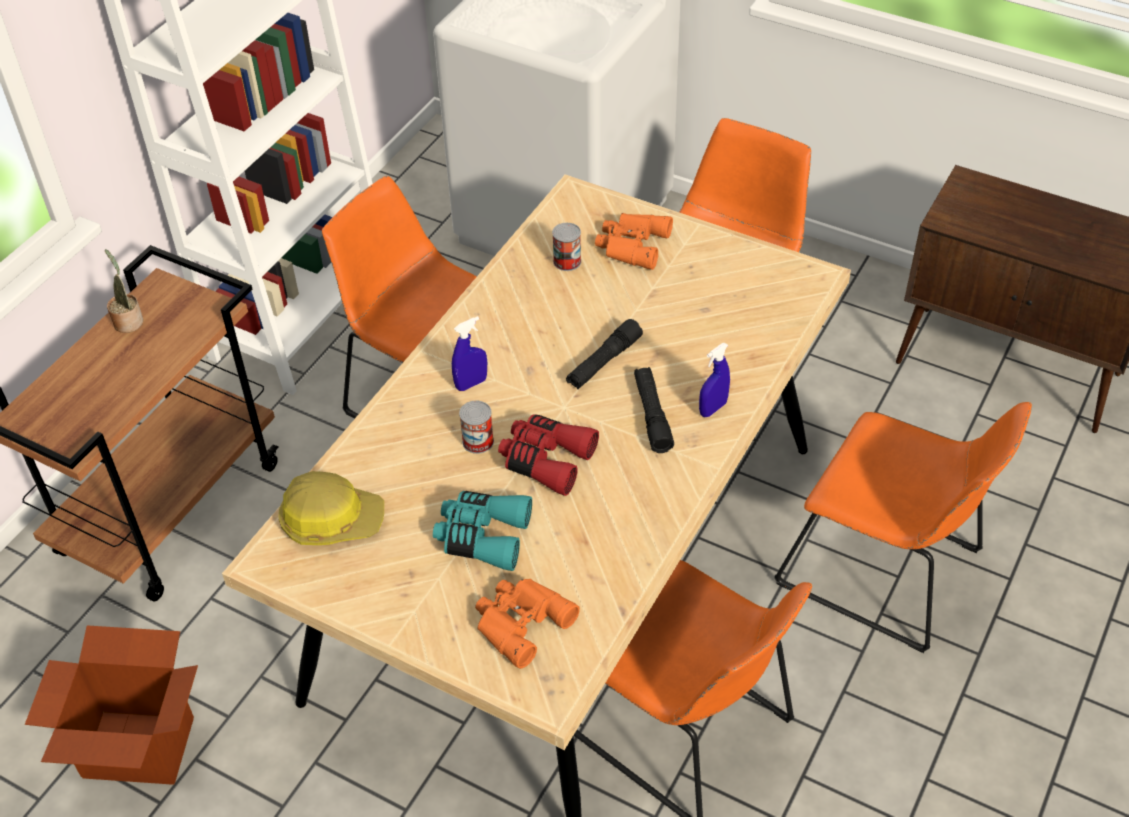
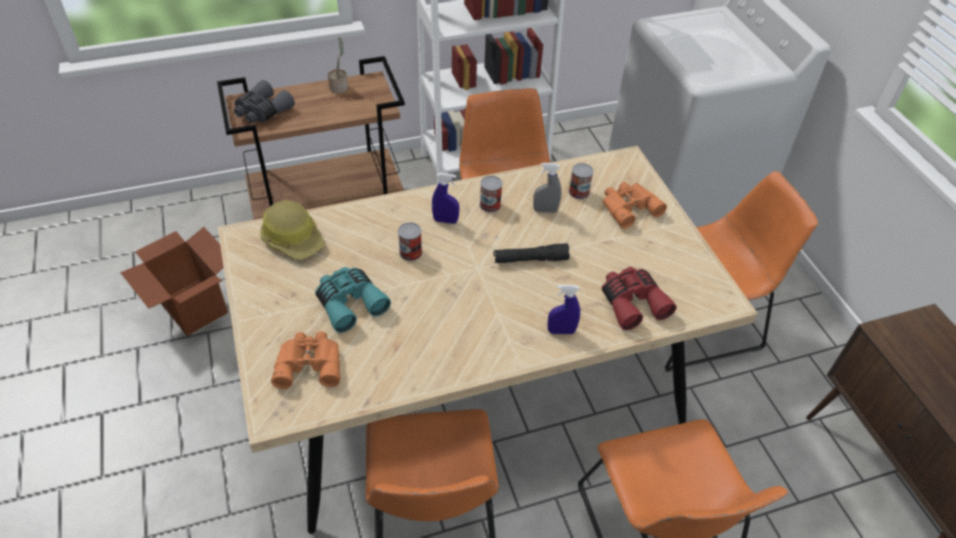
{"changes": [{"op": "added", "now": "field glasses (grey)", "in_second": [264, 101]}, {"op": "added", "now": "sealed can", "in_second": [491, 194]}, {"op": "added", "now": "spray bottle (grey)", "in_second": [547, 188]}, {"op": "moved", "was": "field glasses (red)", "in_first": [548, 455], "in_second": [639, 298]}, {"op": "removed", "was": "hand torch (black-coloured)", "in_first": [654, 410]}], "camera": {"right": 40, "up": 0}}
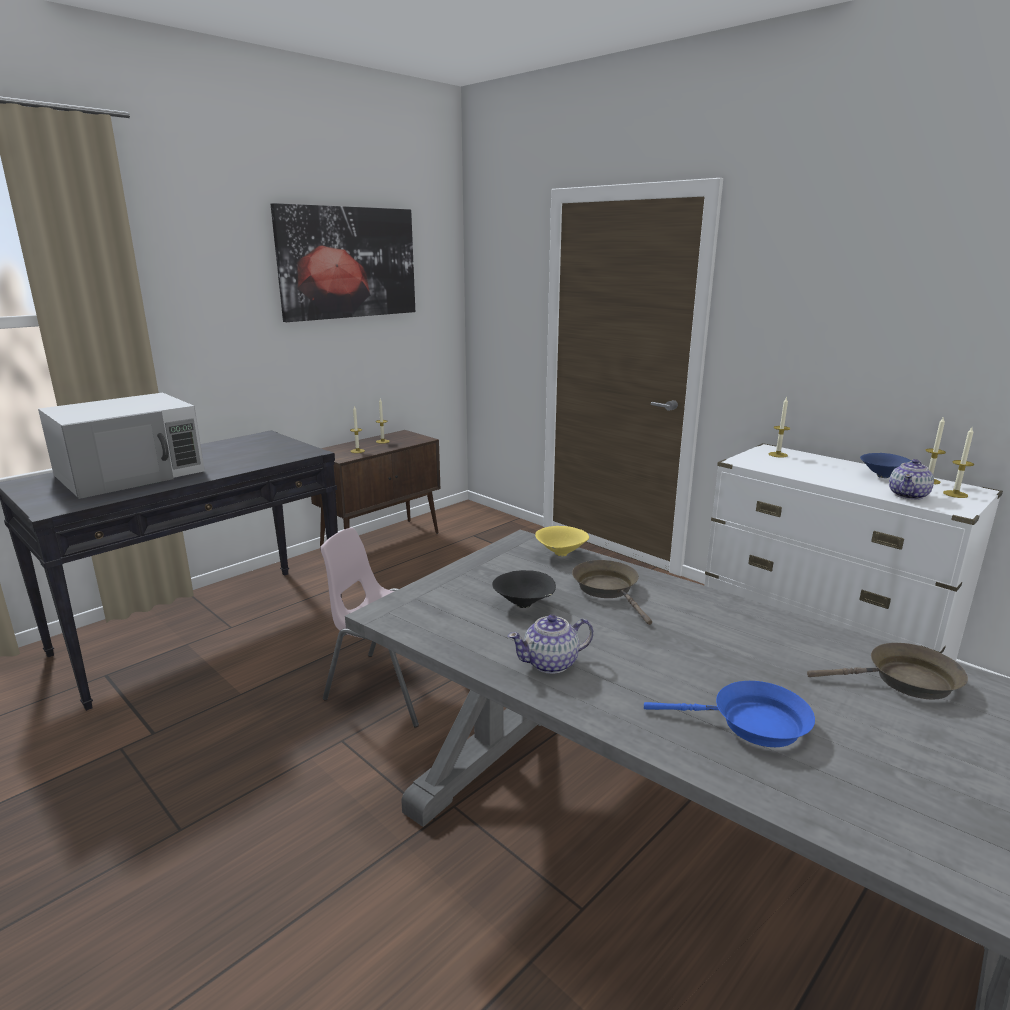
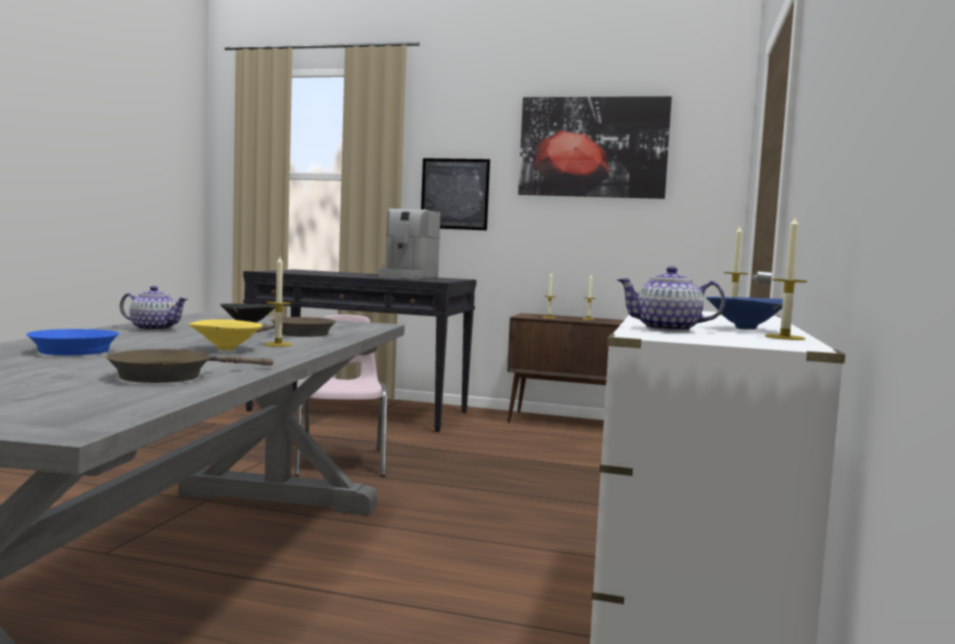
{"changes": [{"op": "turned", "was": "skillet (brown)", "in_first": [887, 671], "in_second": [189, 366], "clockwise": 75}, {"op": "turned", "was": "teapot", "in_first": [550, 644], "in_second": [154, 308], "clockwise": 150}, {"op": "moved", "was": "deep dish (yellow)", "in_first": [562, 541], "in_second": [225, 334]}, {"op": "moved", "was": "candle", "in_first": [958, 462], "in_second": [278, 301]}, {"op": "added", "now": "coffee brewer", "in_second": [408, 244]}, {"op": "added", "now": "wall picture", "in_second": [455, 194]}, {"op": "removed", "was": "kitchen microwave (whitish)", "in_first": [121, 446]}], "camera": {"right": 60, "up": -15}}
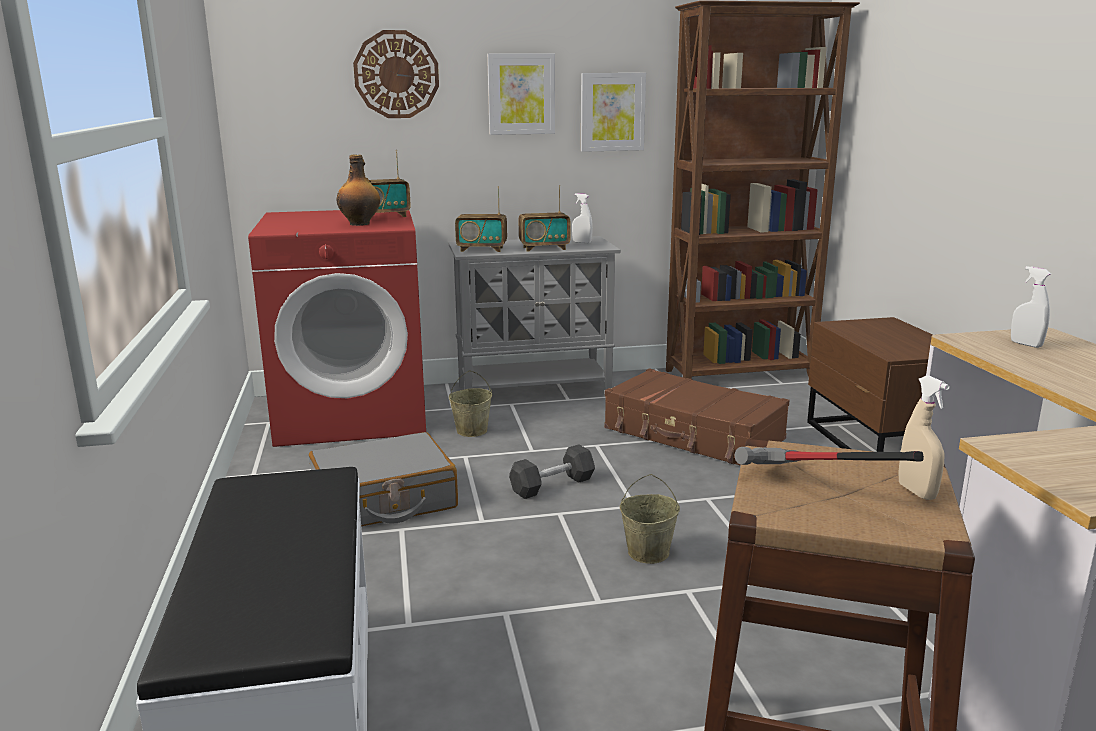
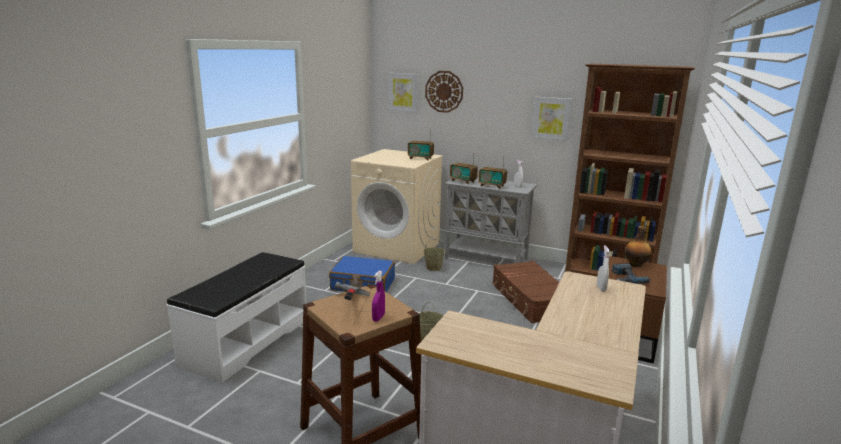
{"changes": [{"op": "recoloured", "was": "suitcase (grey)", "now": "suitcase (blue)", "in_first": [383, 479], "in_second": [362, 274]}, {"op": "recoloured", "was": "laundry machine (red)", "now": "laundry machine (sand-coloured)", "in_first": [337, 328], "in_second": [397, 206]}, {"op": "recoloured", "was": "spray bottle (sand-coloured)", "now": "spray bottle (purplish)", "in_first": [924, 437], "in_second": [378, 296]}, {"op": "moved", "was": "wall picture", "in_first": [521, 94], "in_second": [403, 93]}, {"op": "added", "now": "electric drill", "in_second": [631, 273]}, {"op": "moved", "was": "beverage bottle", "in_first": [358, 190], "in_second": [638, 246]}, {"op": "removed", "was": "free weight (black-coloured)", "in_first": [552, 471]}], "camera": {"right": 35, "up": 0}}
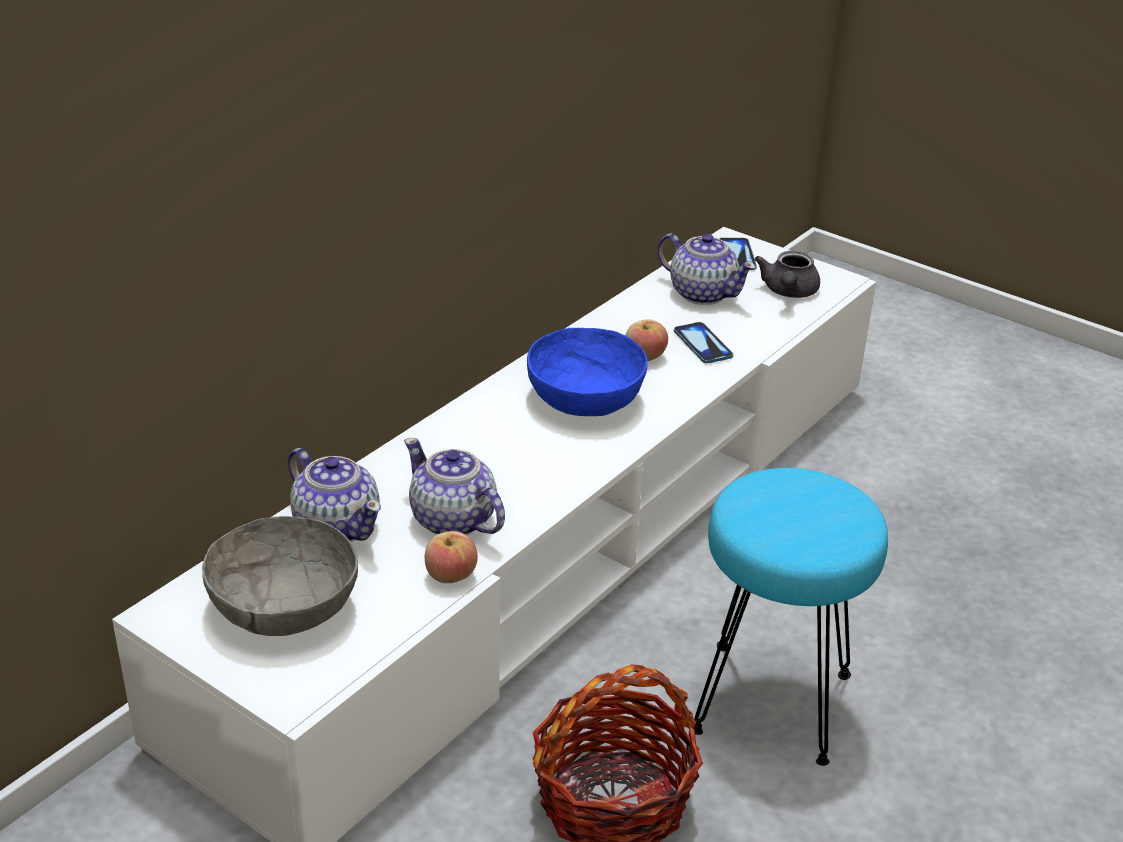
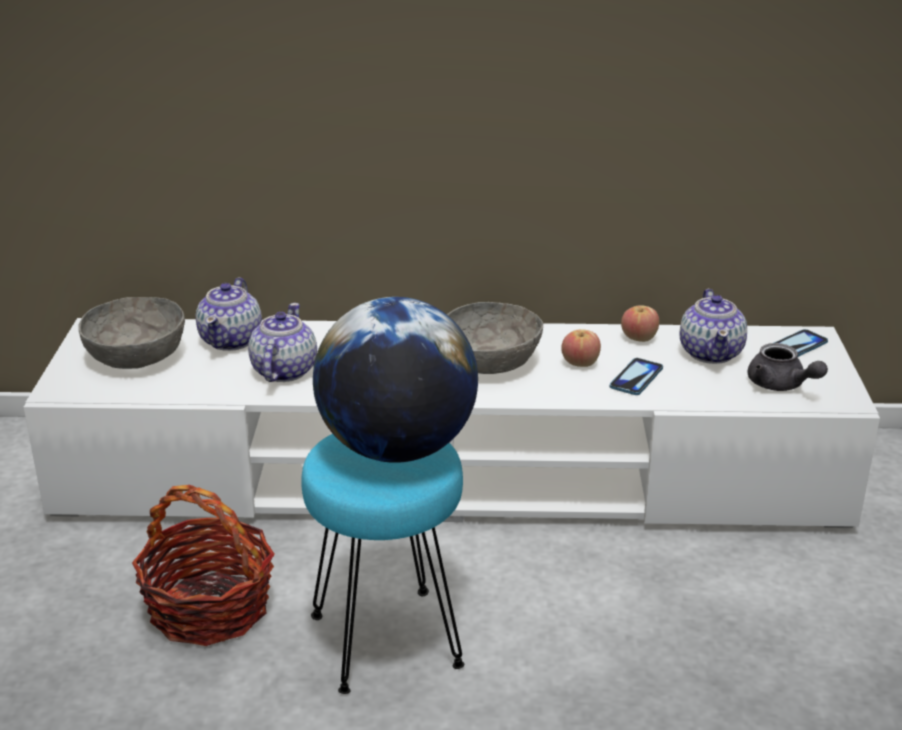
{"changes": [{"op": "added", "now": "globe", "in_second": [395, 380]}, {"op": "recoloured", "was": "deep dish (blue)", "now": "deep dish (grey)", "in_first": [587, 372], "in_second": [495, 338]}, {"op": "moved", "was": "apple fruit", "in_first": [451, 557], "in_second": [640, 323]}, {"op": "turned", "was": "teapot (grey)", "in_first": [787, 274], "in_second": [788, 367], "clockwise": -105}], "camera": {"right": 55, "up": -5}}
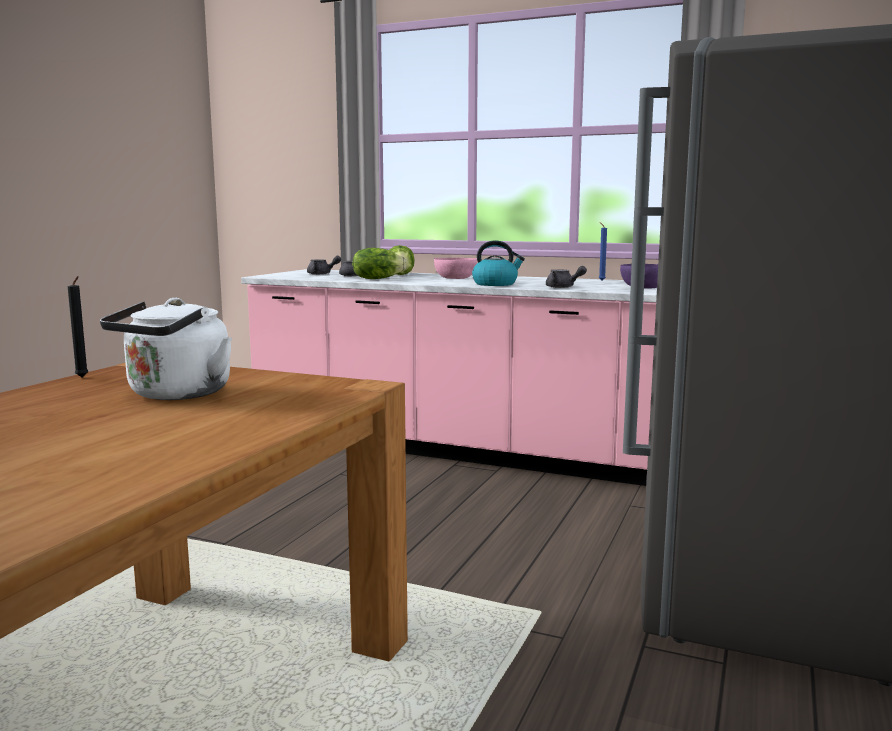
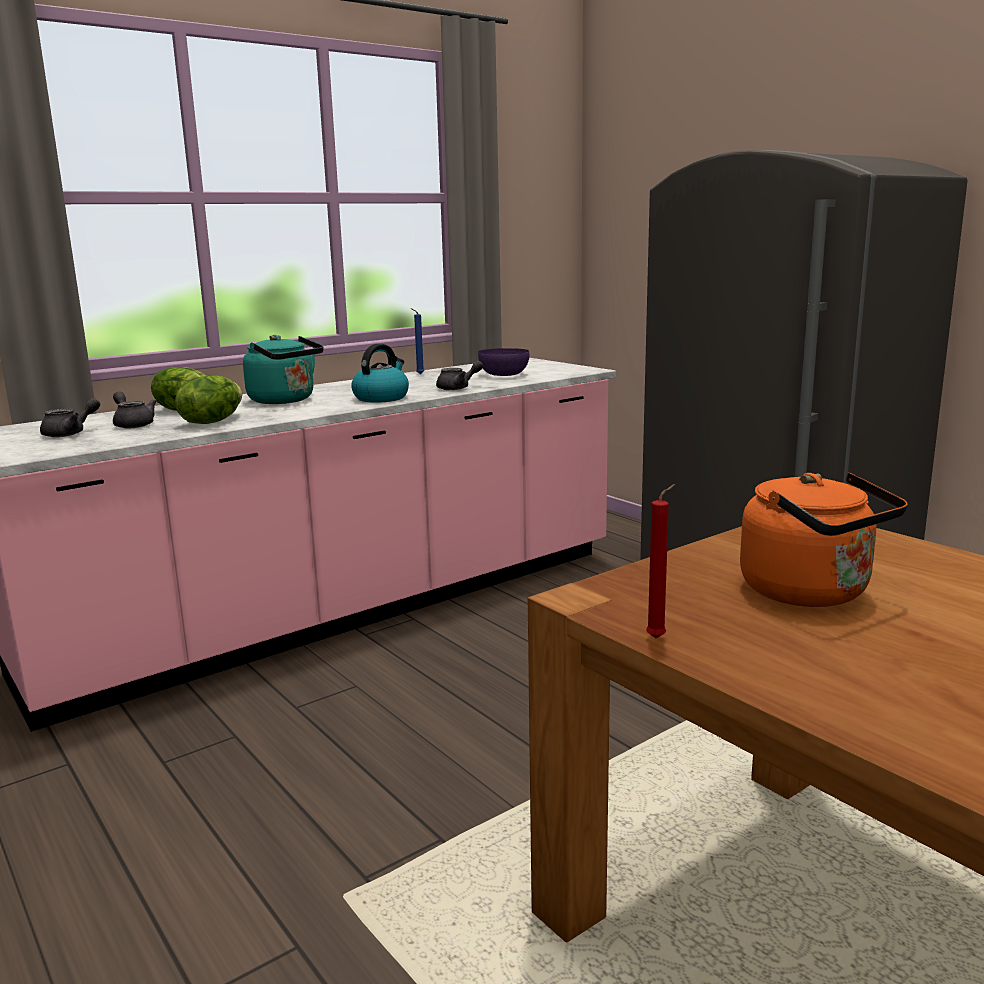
{"changes": [{"op": "replaced", "was": "deep dish (pink)", "now": "kettle (turquoise-coloured)", "in_first": [455, 268], "in_second": [283, 369]}, {"op": "recoloured", "was": "candle (black-coloured)", "now": "candle (red)", "in_first": [78, 326], "in_second": [660, 561]}, {"op": "recoloured", "was": "kettle (whitish)", "now": "kettle (orangey)", "in_first": [166, 349], "in_second": [824, 540]}], "camera": {"right": -60, "up": 5}}
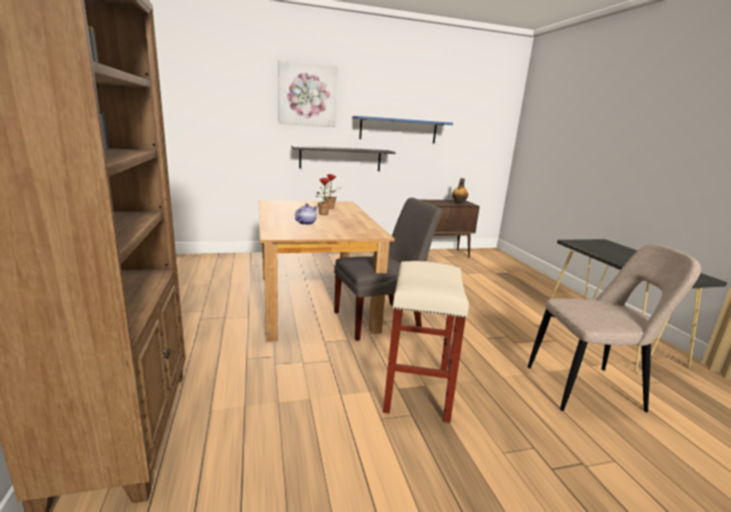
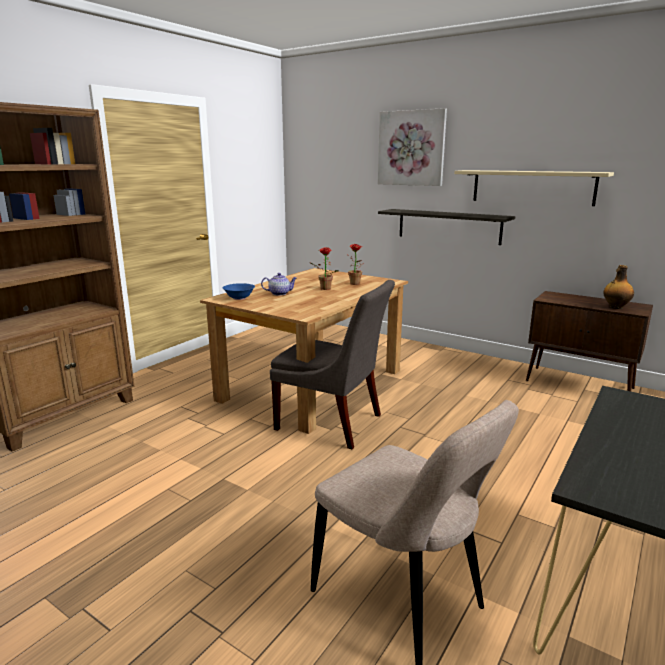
{"changes": [{"op": "added", "now": "deep dish (blue)", "in_second": [239, 291]}, {"op": "recoloured", "was": "bracket shelf (blue)", "now": "bracket shelf (sand-coloured)", "in_first": [403, 129], "in_second": [534, 188]}, {"op": "removed", "was": "sitting stool (sand-coloured)", "in_first": [426, 342]}], "camera": {"right": 50, "up": 0}}
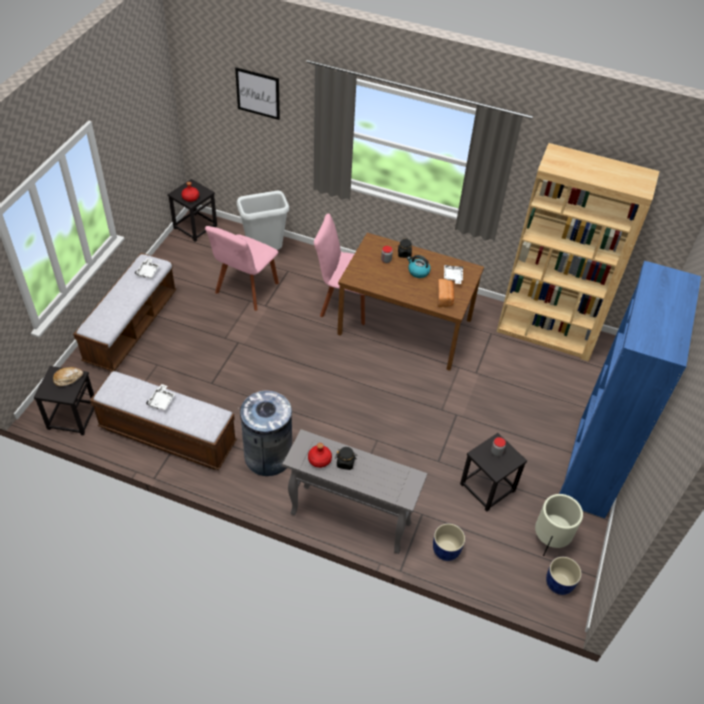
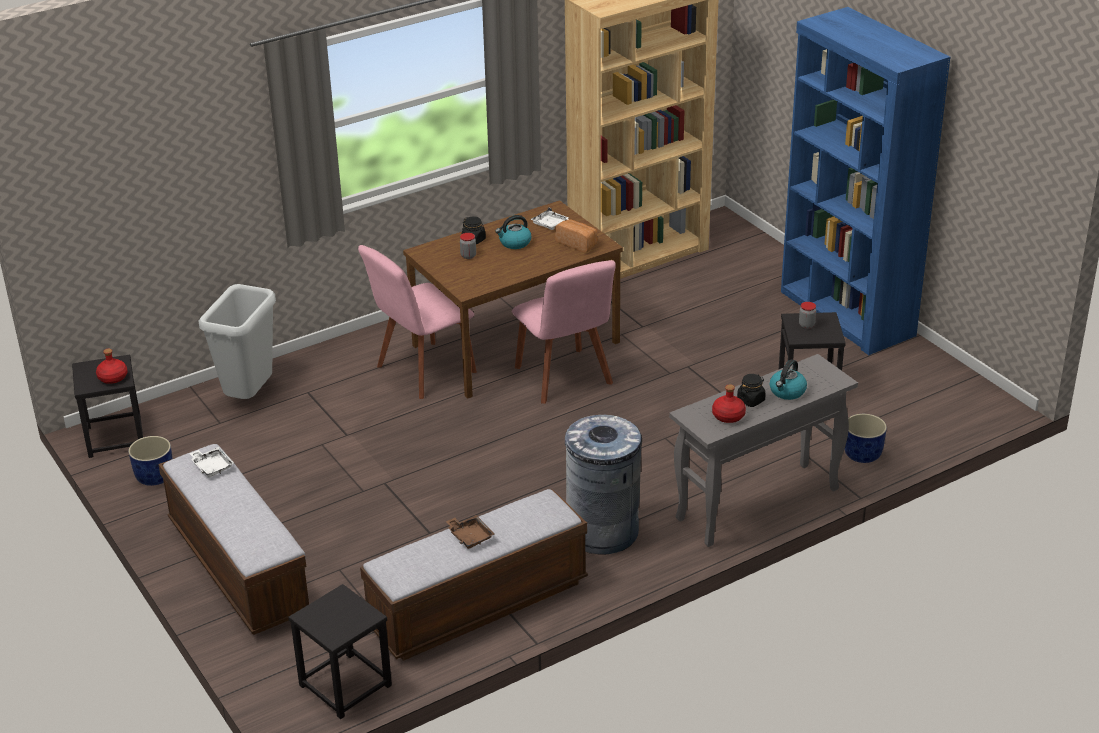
{"changes": [{"op": "moved", "was": "plant pot (blue)", "in_first": [564, 576], "in_second": [150, 461]}, {"op": "recoloured", "was": "carrying tray (whitish)", "now": "carrying tray (brown)", "in_first": [160, 397], "in_second": [470, 532]}, {"op": "moved", "was": "plain chair (pink)", "in_first": [242, 268], "in_second": [564, 332]}, {"op": "added", "now": "kettle", "in_second": [788, 379]}, {"op": "removed", "was": "bakery bread", "in_first": [68, 376]}, {"op": "removed", "was": "wall picture", "in_first": [257, 93]}, {"op": "removed", "was": "plant pot (sand-coloured)", "in_first": [559, 525]}], "camera": {"right": -50, "up": -15}}
